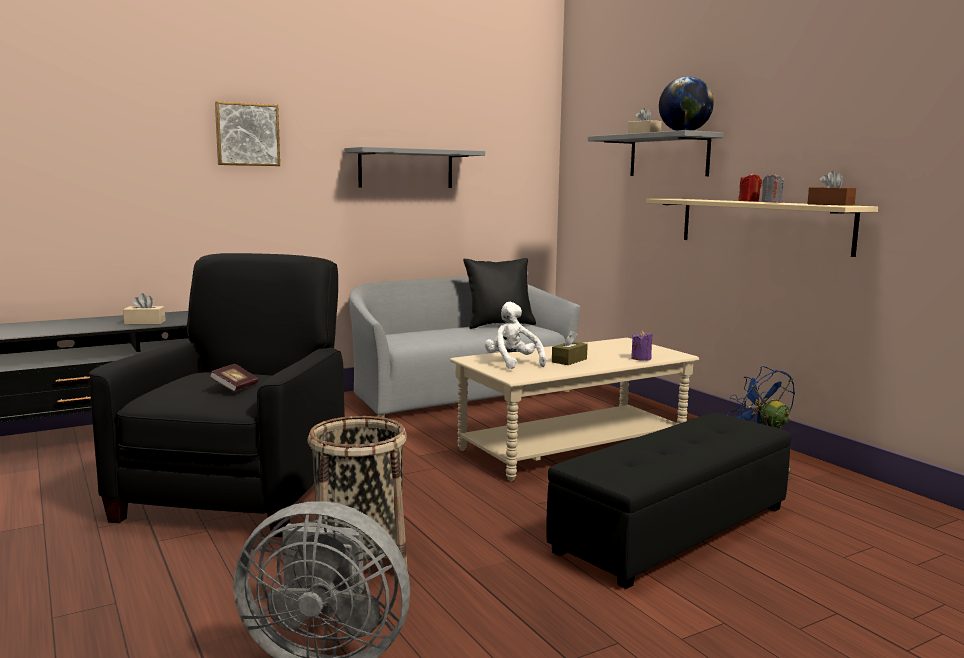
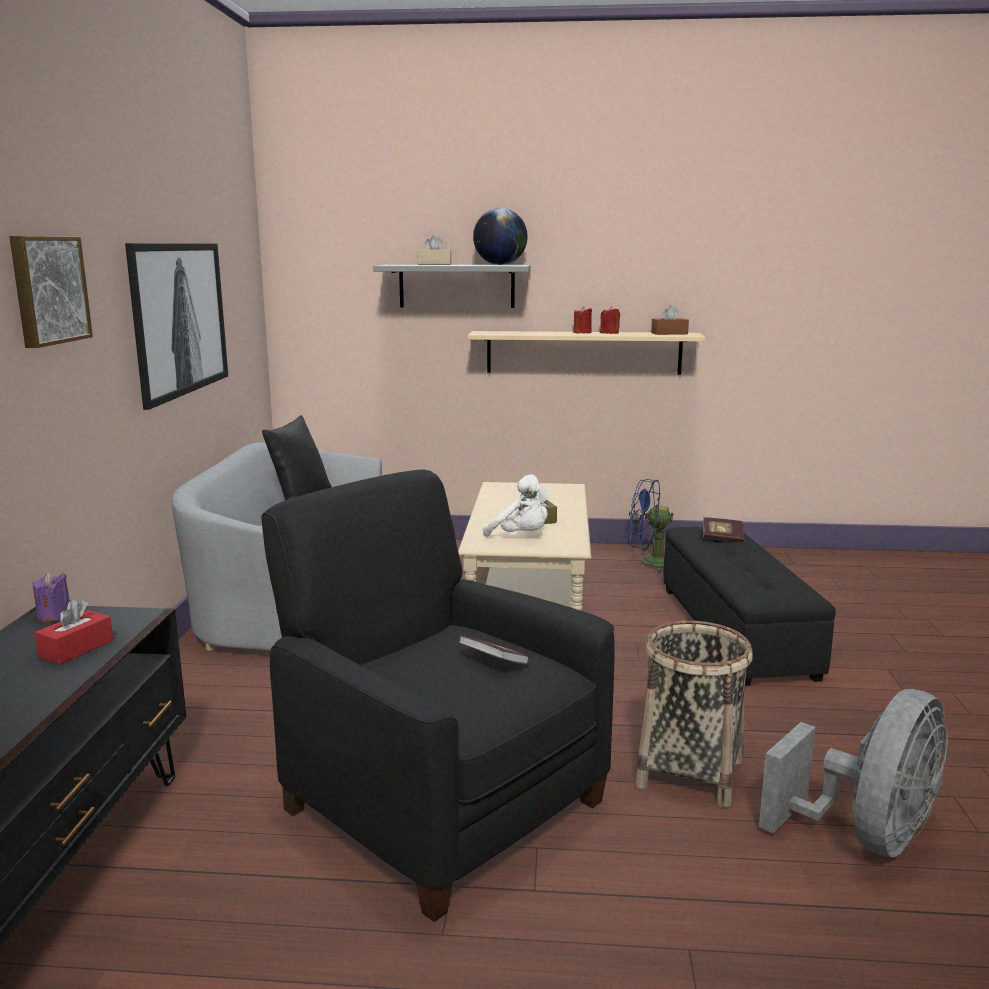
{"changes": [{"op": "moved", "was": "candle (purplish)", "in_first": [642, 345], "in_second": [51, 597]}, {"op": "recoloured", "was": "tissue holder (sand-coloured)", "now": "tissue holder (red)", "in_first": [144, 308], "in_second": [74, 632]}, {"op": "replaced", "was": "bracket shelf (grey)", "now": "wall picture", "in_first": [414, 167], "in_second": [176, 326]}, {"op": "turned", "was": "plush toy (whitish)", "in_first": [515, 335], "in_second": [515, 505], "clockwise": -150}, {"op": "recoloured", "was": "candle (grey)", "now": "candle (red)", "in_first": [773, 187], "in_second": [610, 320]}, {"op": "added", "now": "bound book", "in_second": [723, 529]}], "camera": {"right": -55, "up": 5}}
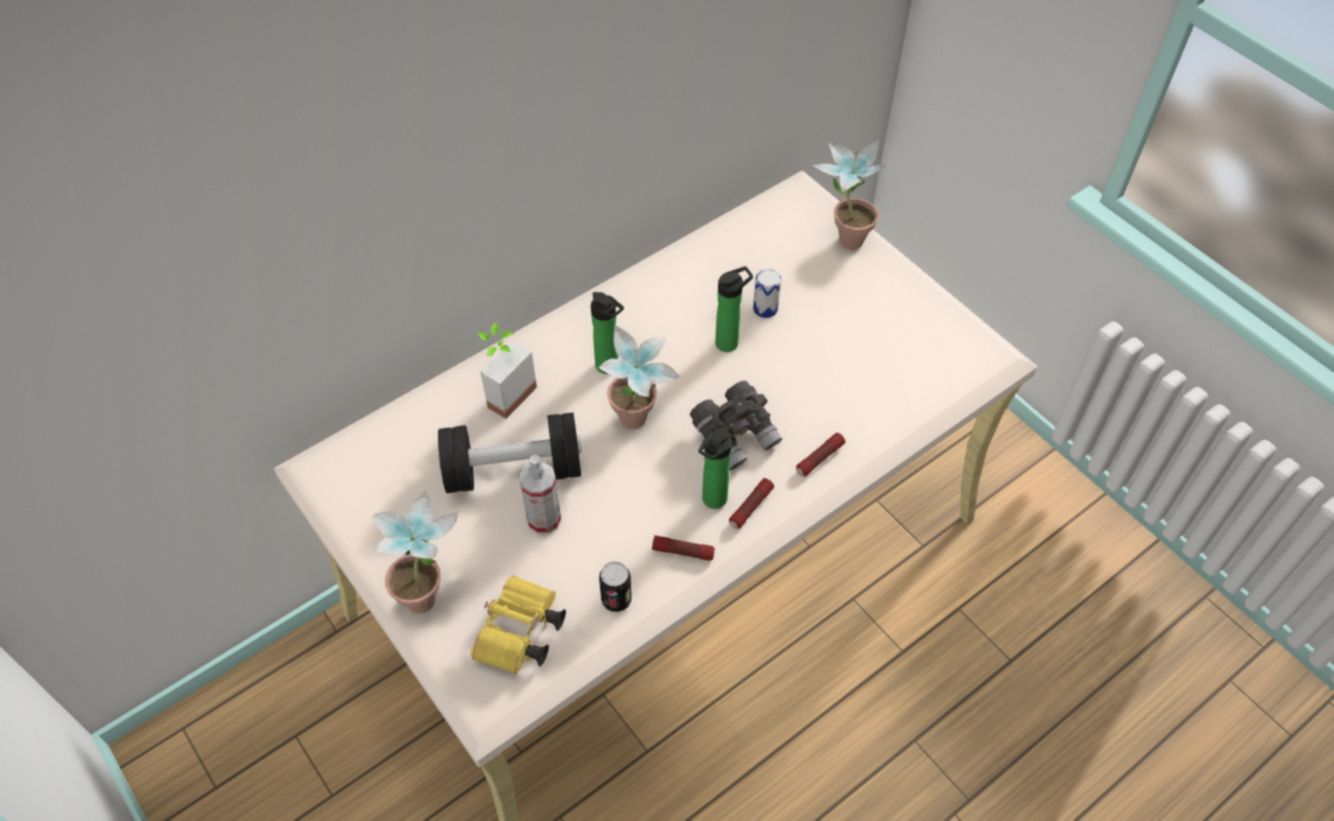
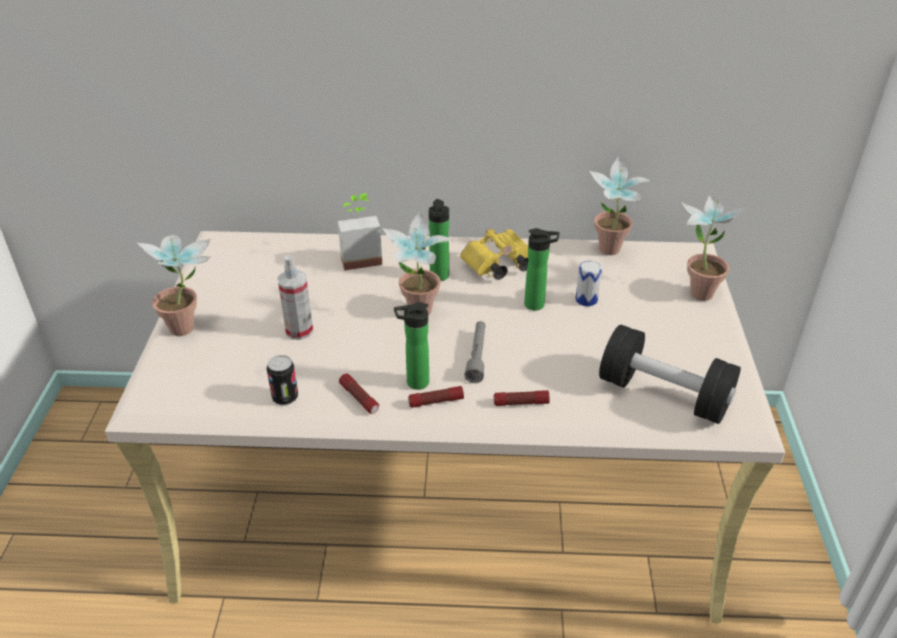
{"changes": [{"op": "moved", "was": "field glasses (yellow)", "in_first": [518, 625], "in_second": [494, 254]}, {"op": "replaced", "was": "field glasses (grey)", "now": "hand torch (grey)", "in_first": [736, 425], "in_second": [475, 352]}, {"op": "added", "now": "plant in a pot", "in_second": [620, 205]}, {"op": "moved", "was": "free weight (black-coloured)", "in_first": [510, 453], "in_second": [670, 374]}], "camera": {"right": 40, "up": -15}}
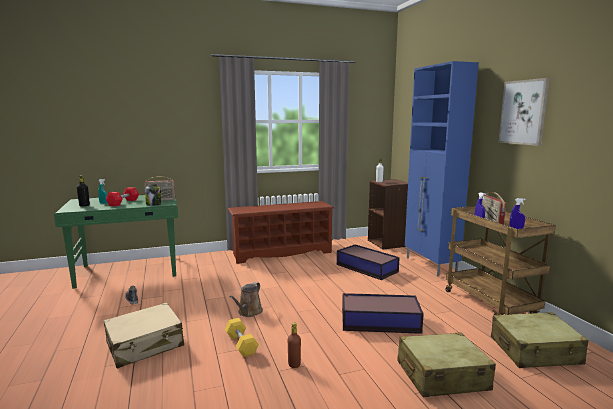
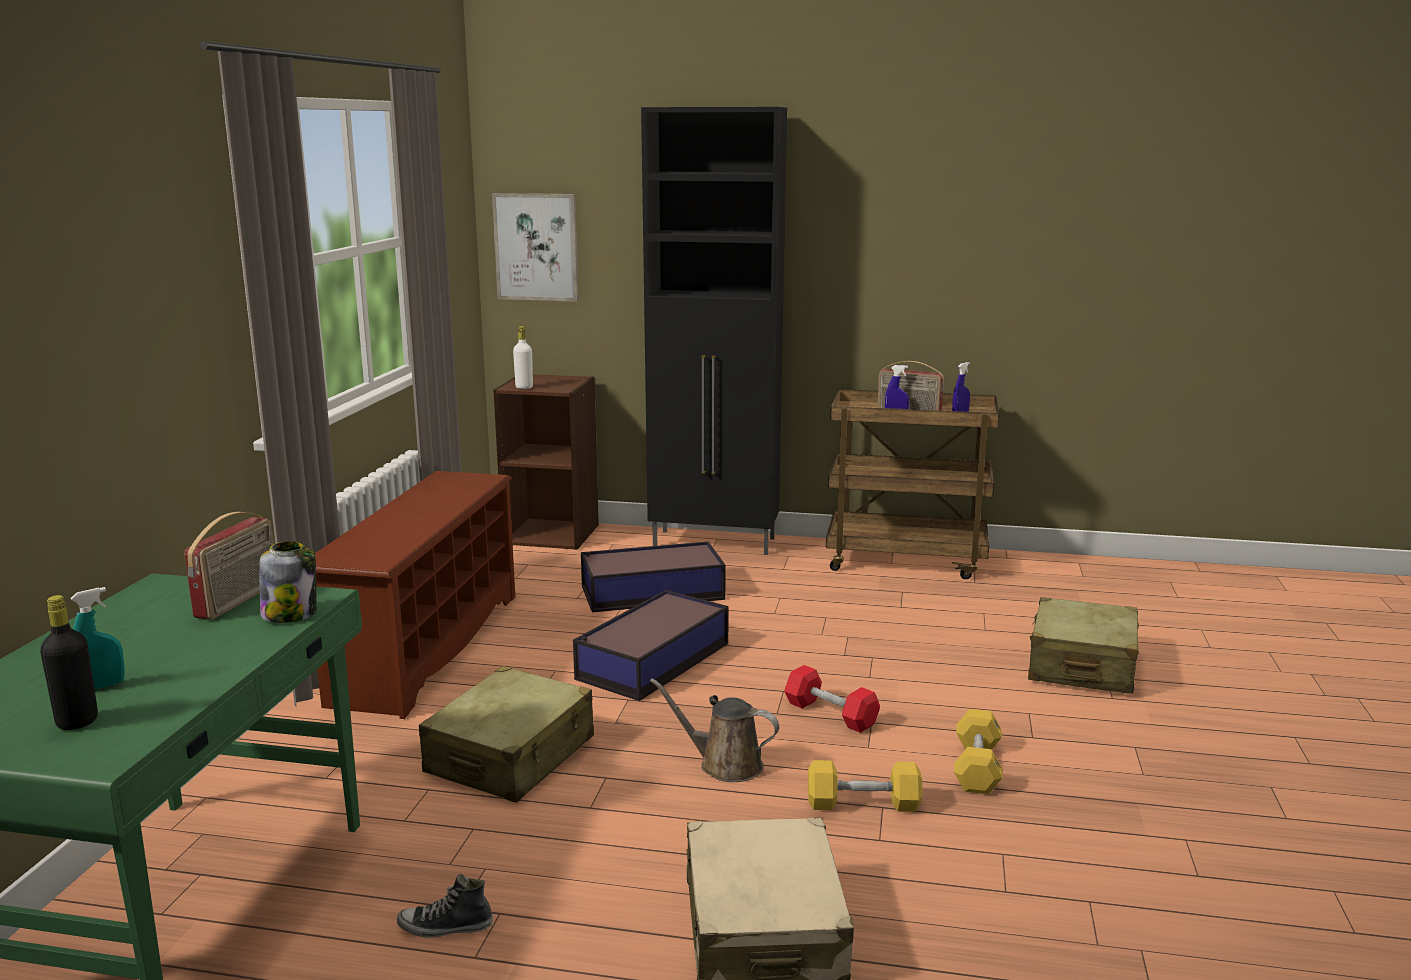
{"changes": [{"op": "moved", "was": "suitcase (sand-coloured)", "in_first": [540, 340], "in_second": [506, 734]}, {"op": "moved", "was": "wall picture", "in_first": [523, 112], "in_second": [535, 247]}, {"op": "moved", "was": "storage box", "in_first": [383, 313], "in_second": [651, 645]}, {"op": "recoloured", "was": "cupboard (blue)", "now": "cupboard (black-coloured)", "in_first": [442, 169], "in_second": [714, 331]}, {"op": "turned", "was": "sprinkling can (brown)", "in_first": [246, 299], "in_second": [714, 730], "clockwise": 150}, {"op": "moved", "was": "free weight (red)", "in_first": [122, 196], "in_second": [832, 699]}, {"op": "replaced", "was": "beverage bottle (brown)", "now": "free weight (yellow)", "in_first": [294, 345], "in_second": [978, 751]}], "camera": {"right": -60, "up": 5}}
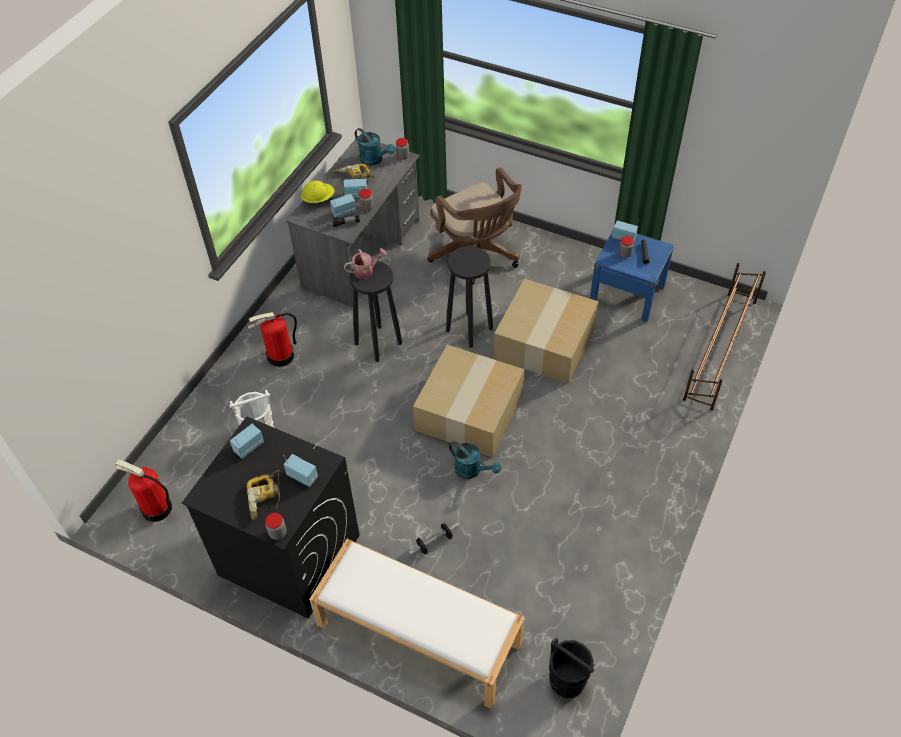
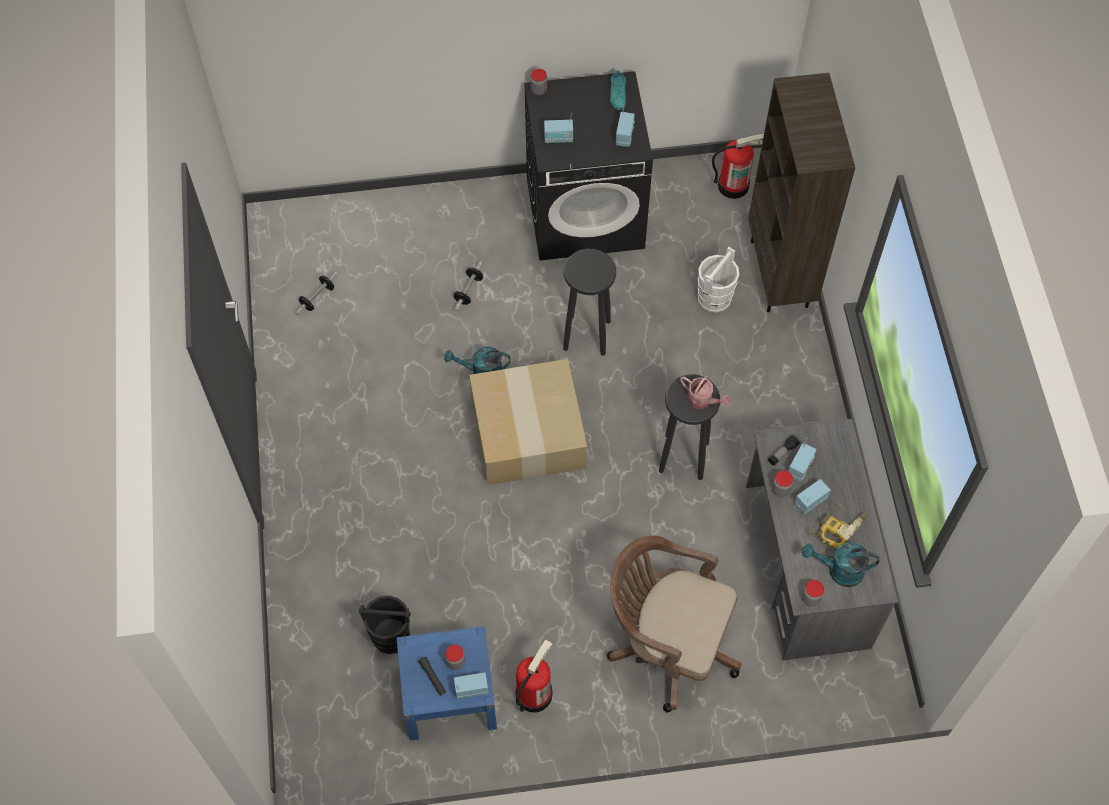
{"changes": [{"op": "added", "now": "free weight", "in_second": [316, 293]}, {"op": "moved", "was": "bucket (black-coloured)", "in_first": [572, 668], "in_second": [385, 624]}, {"op": "moved", "was": "extinguisher", "in_first": [272, 339], "in_second": [534, 675]}, {"op": "moved", "was": "sitting stool (black-coloured)", "in_first": [469, 297], "in_second": [589, 302]}, {"op": "added", "now": "low shoe (turquoise-coloured)", "in_second": [618, 90]}, {"op": "turned", "was": "sprinkling can", "in_first": [365, 263], "in_second": [705, 392], "clockwise": -90}, {"op": "added", "now": "bookshelf (brown)", "in_second": [801, 192]}, {"op": "removed", "was": "electric drill", "in_first": [263, 495]}, {"op": "removed", "was": "safety helmet (yellow)", "in_first": [317, 193]}, {"op": "removed", "was": "indoor bench (whitish)", "in_first": [417, 624]}, {"op": "removed", "was": "packing box", "in_first": [546, 331]}, {"op": "removed", "was": "shoe shelf (brown)", "in_first": [724, 337]}], "camera": {"right": 145, "up": 10}}
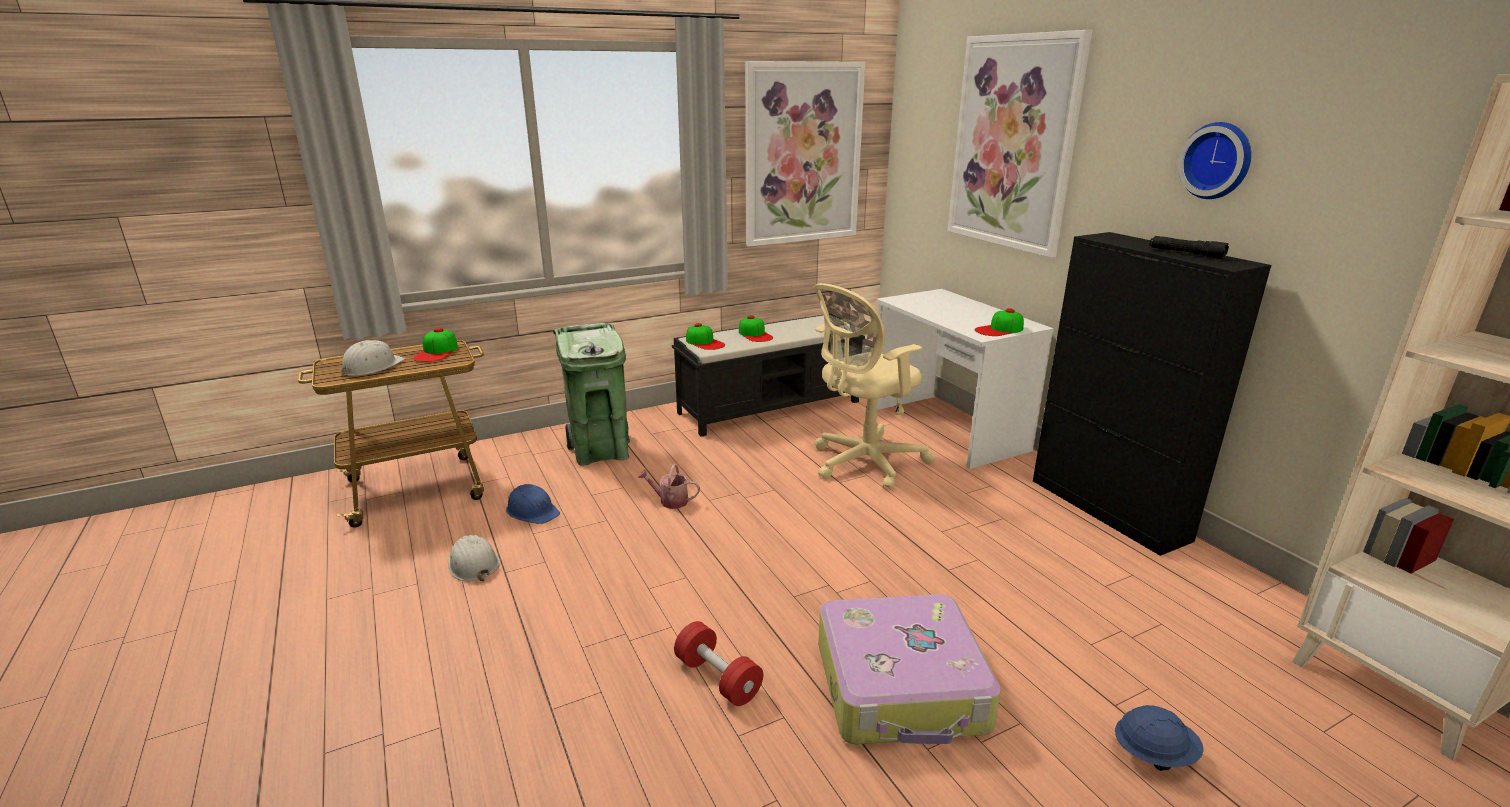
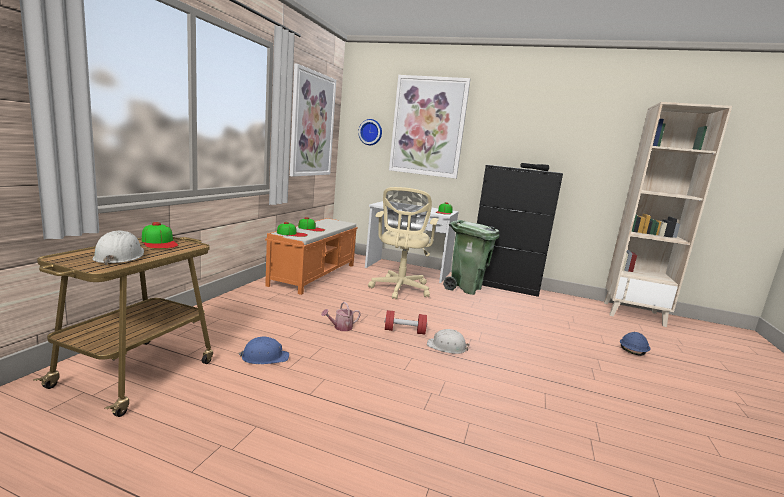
{"changes": [{"op": "recoloured", "was": "indoor bench (black-coloured)", "now": "indoor bench (orangey)", "in_first": [768, 376], "in_second": [311, 256]}, {"op": "moved", "was": "wall clock", "in_first": [1214, 160], "in_second": [370, 132]}, {"op": "moved", "was": "free weight (red)", "in_first": [718, 663], "in_second": [406, 322]}, {"op": "moved", "was": "safety helmet (whitish)", "in_first": [474, 558], "in_second": [448, 341]}, {"op": "moved", "was": "waste bin (greenish)", "in_first": [591, 394], "in_second": [471, 257]}, {"op": "removed", "was": "suitcase", "in_first": [909, 669]}], "camera": {"right": -45, "up": -10}}
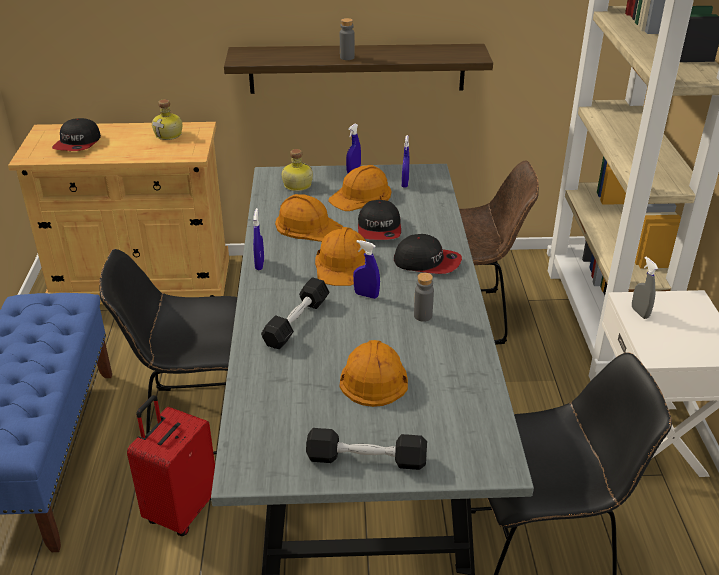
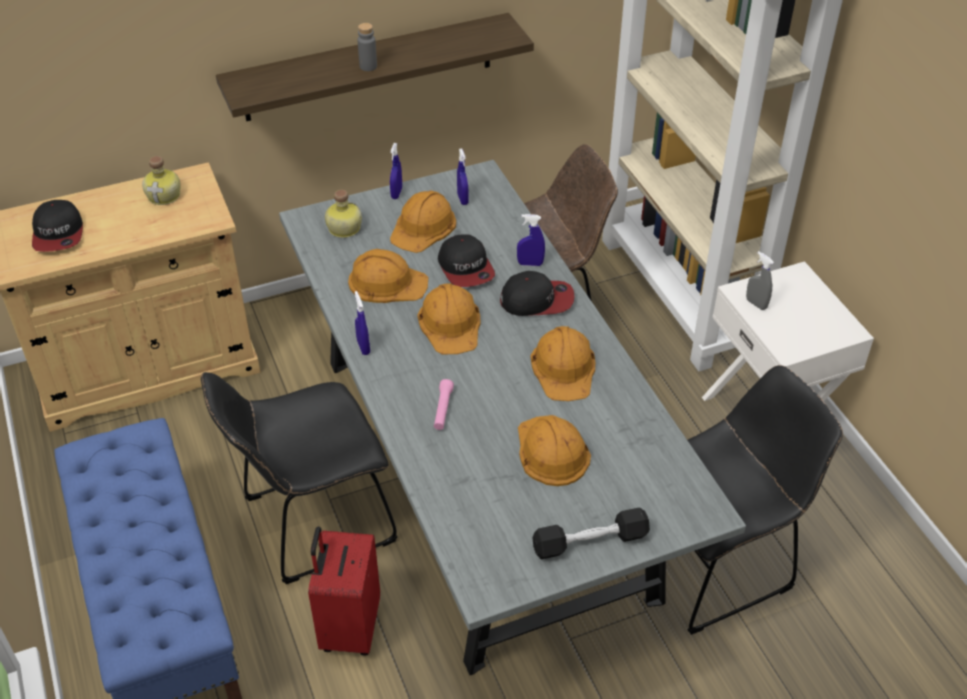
{"changes": [{"op": "replaced", "was": "free weight (black-coloured)", "now": "hand torch (pink)", "in_first": [295, 313], "in_second": [444, 404]}, {"op": "moved", "was": "spray bottle (blue)", "in_first": [366, 269], "in_second": [531, 240]}, {"op": "replaced", "was": "beverage bottle (grey)", "now": "safety helmet (orangey)", "in_first": [424, 297], "in_second": [562, 363]}], "camera": {"right": -20, "up": 10}}
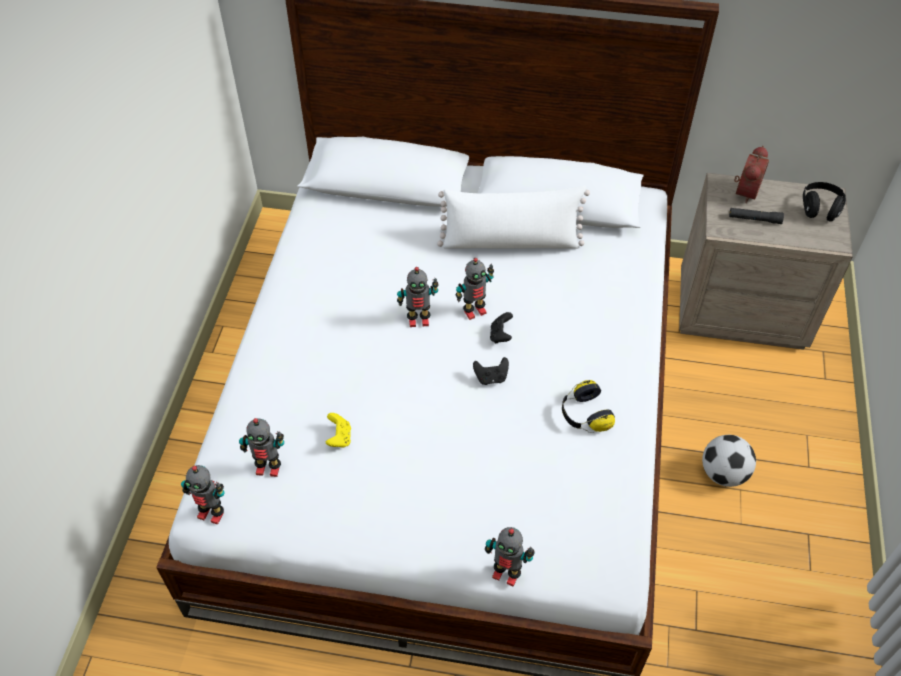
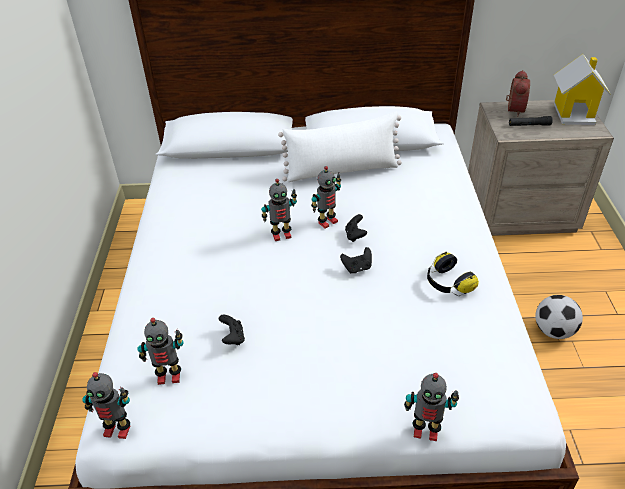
{"changes": [{"op": "recoloured", "was": "gamepad (yellow)", "now": "gamepad (black-coloured)", "in_first": [338, 430], "in_second": [232, 330]}, {"op": "replaced", "was": "headset (black-coloured)", "now": "model house", "in_first": [824, 201], "in_second": [582, 89]}], "camera": {"right": -10, "up": -10}}
